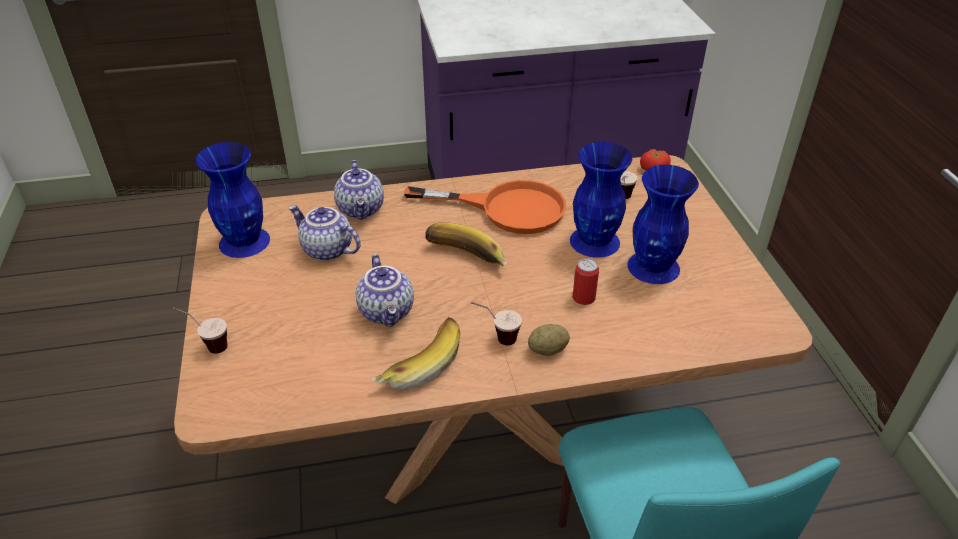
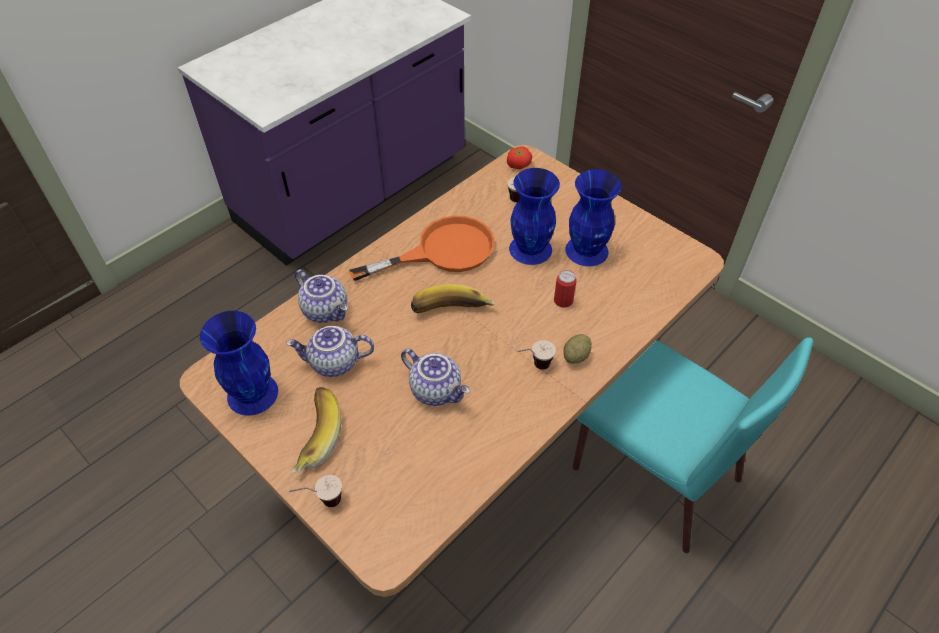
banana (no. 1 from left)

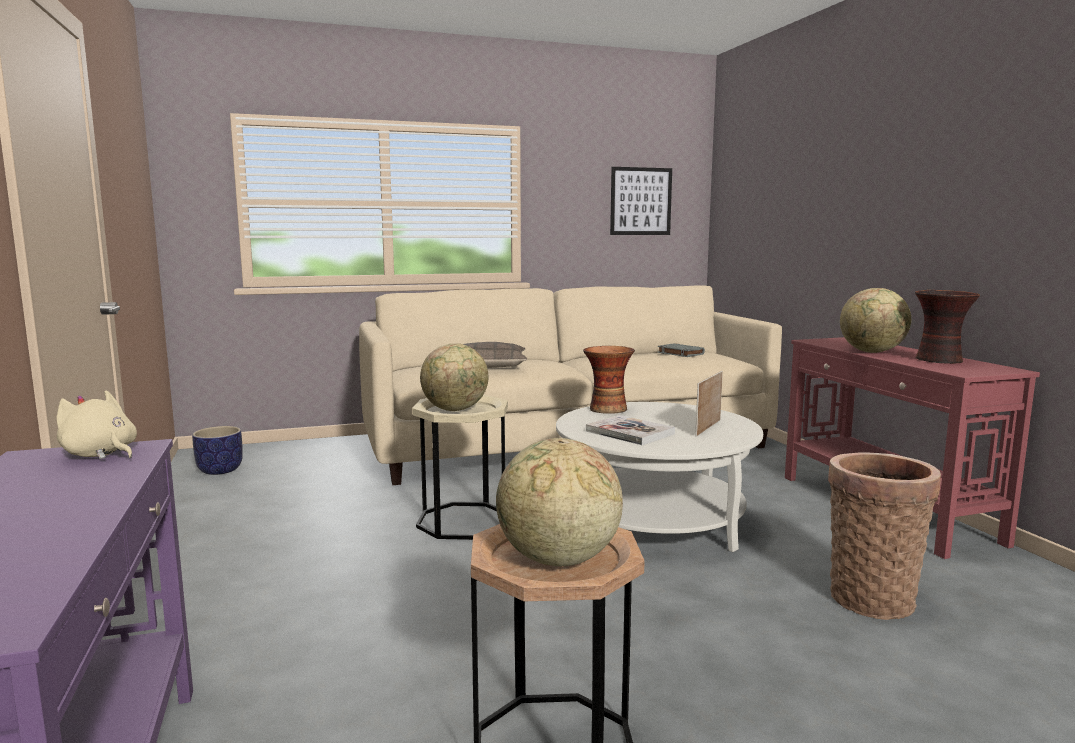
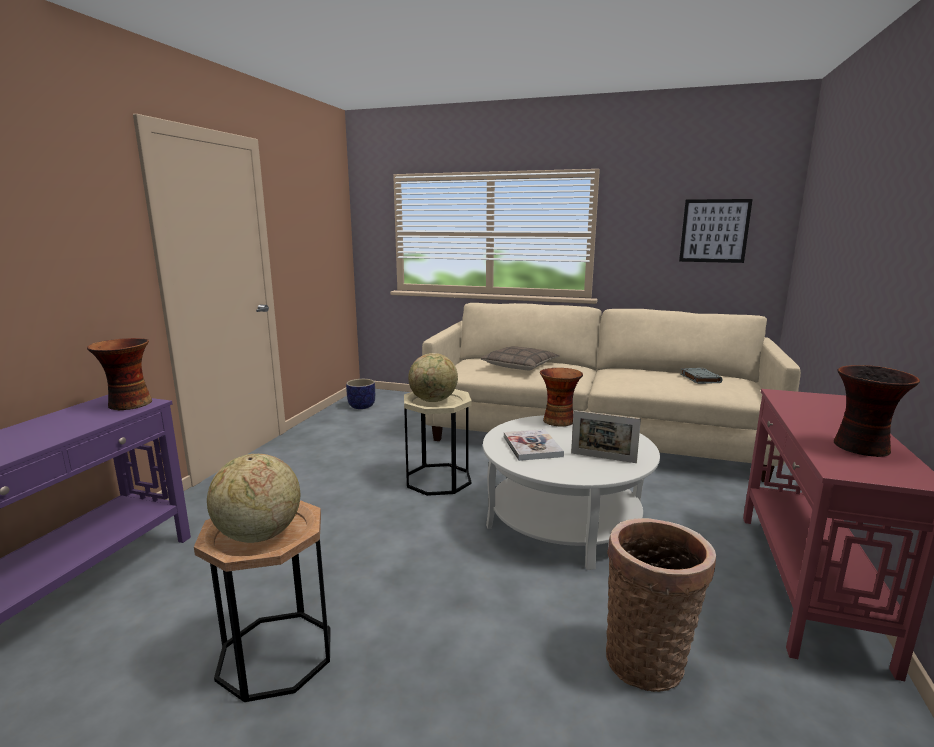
world_globe (no. 3 from left in the first image)
flower_vase (no. 1 from left)
standing_frame

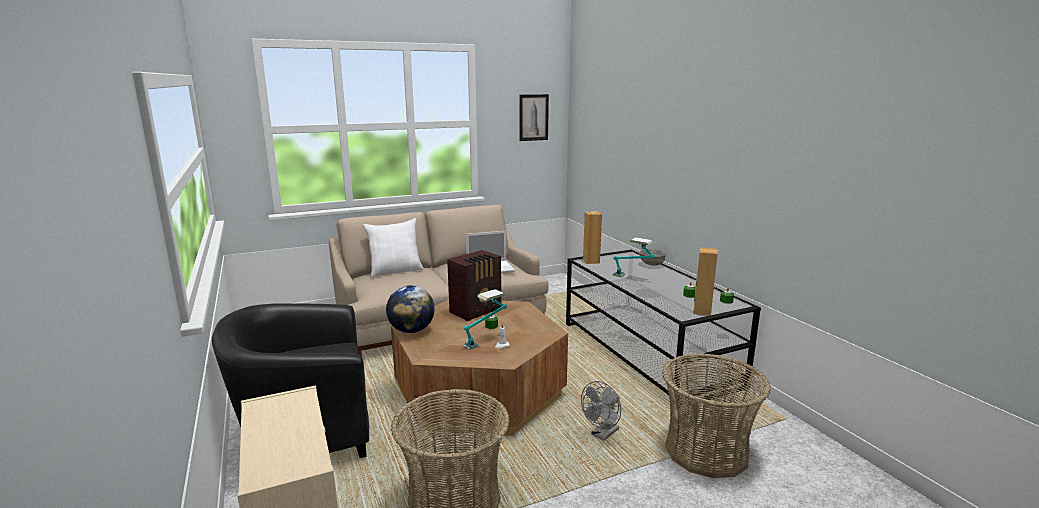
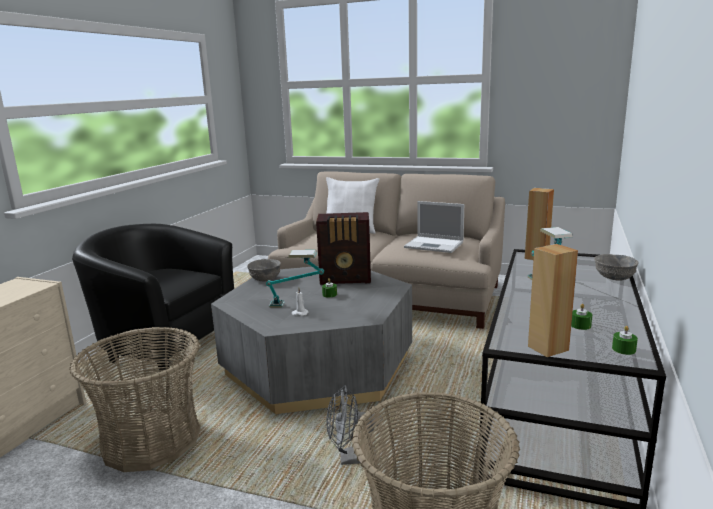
wall_art
gray_serving_bowl (no. 1 from left)
gray_coffee_table

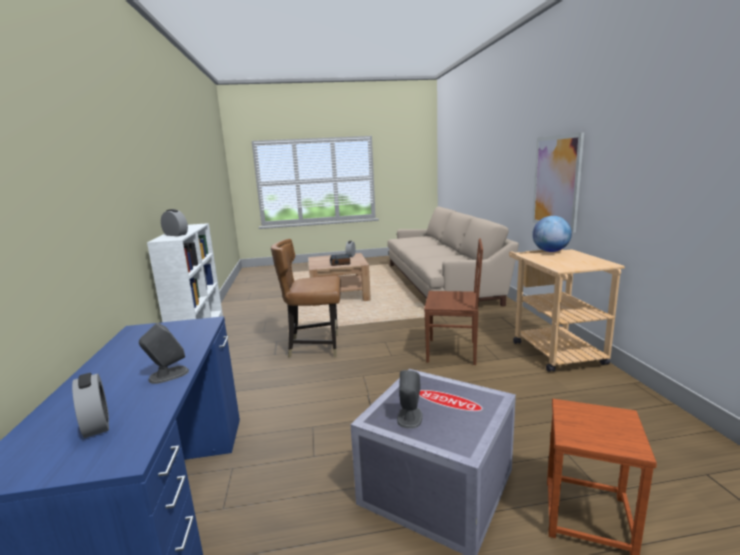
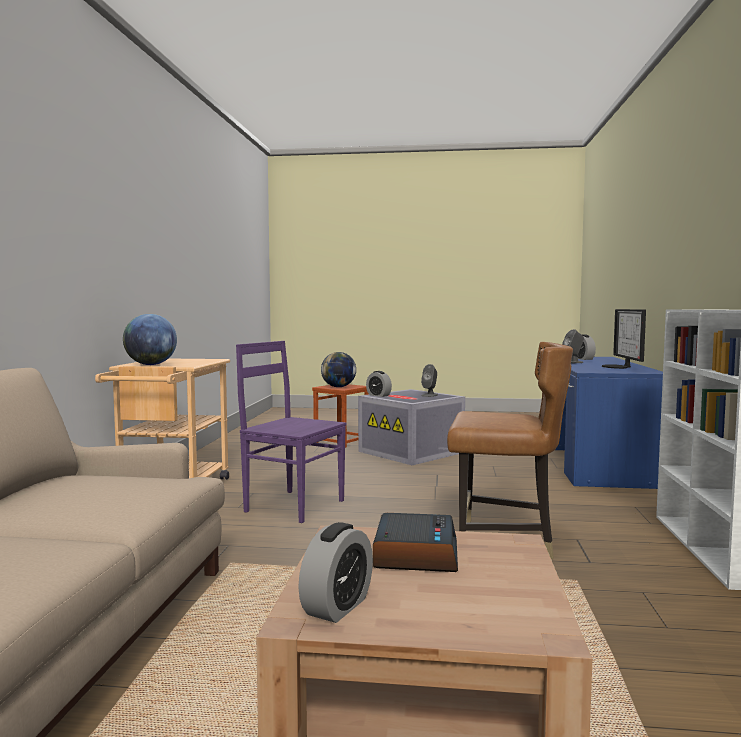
wall_art
world_globe (no. 2 from left)
computer_screen
table_clock (no. 2 from left)
purplish_upright_chair

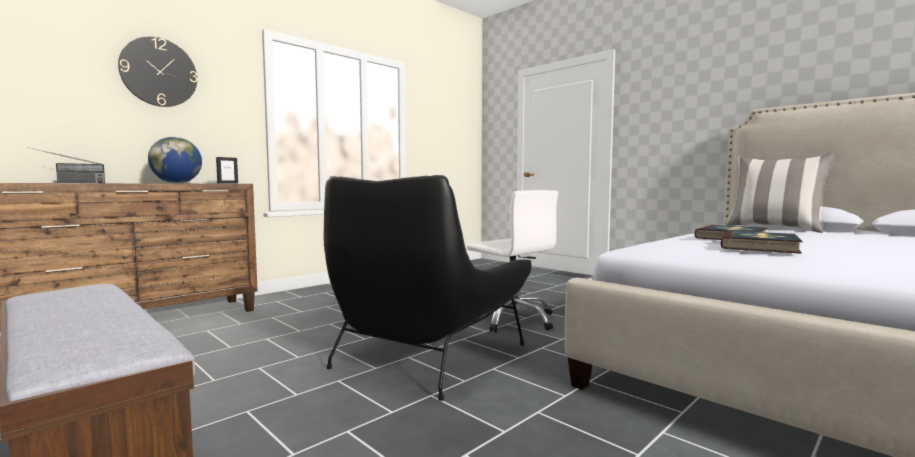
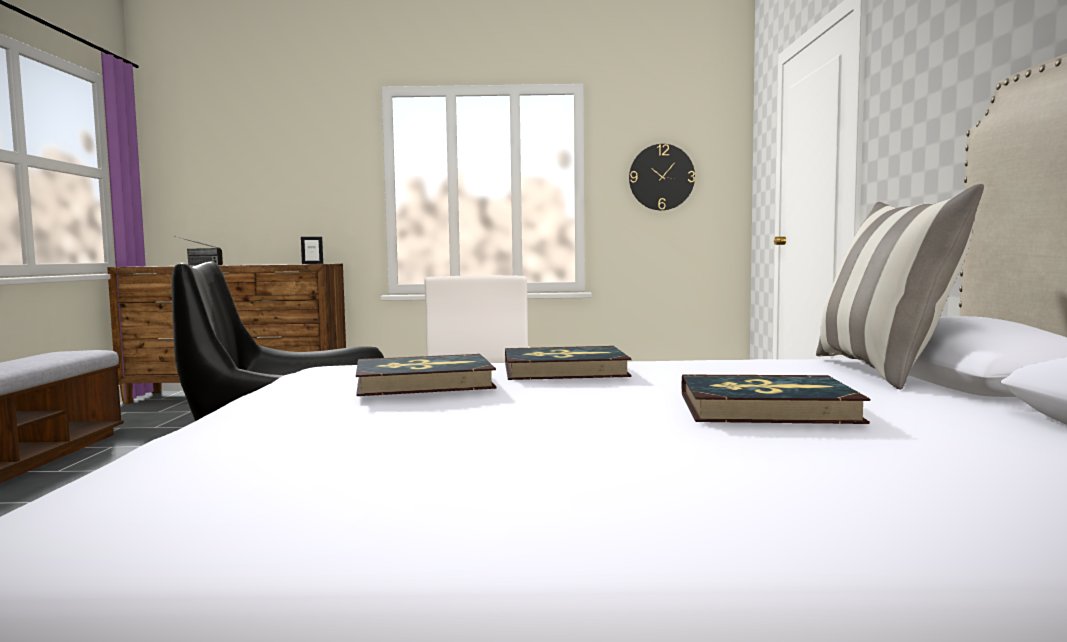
world_globe
volume (no. 3 from left)
clock_on_the_wall

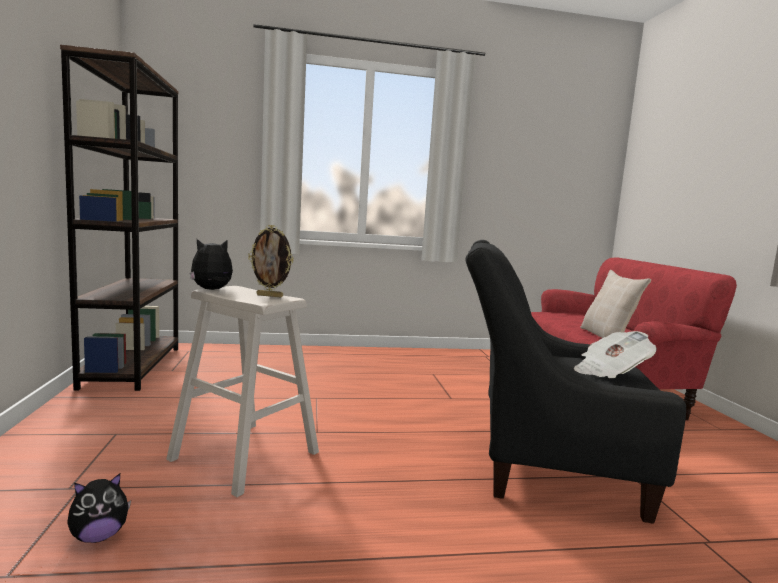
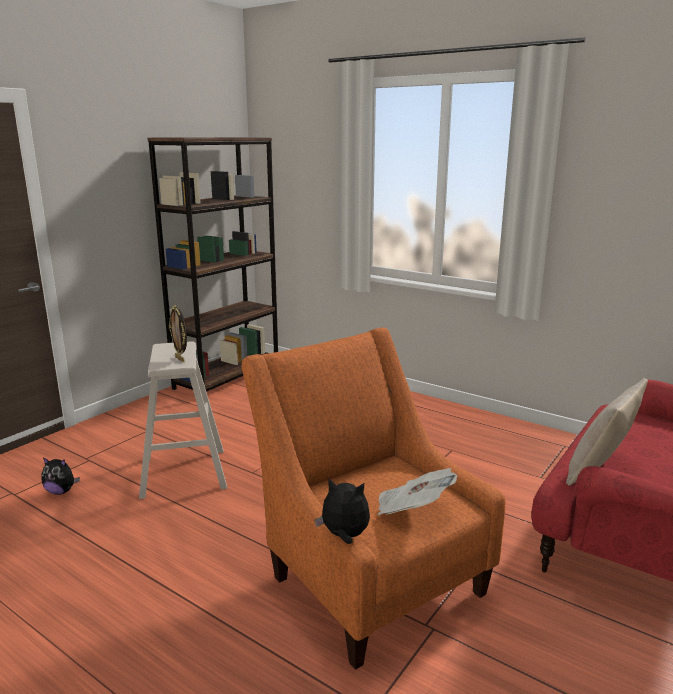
soft_toy (no. 2 from left)
orangey_armchair

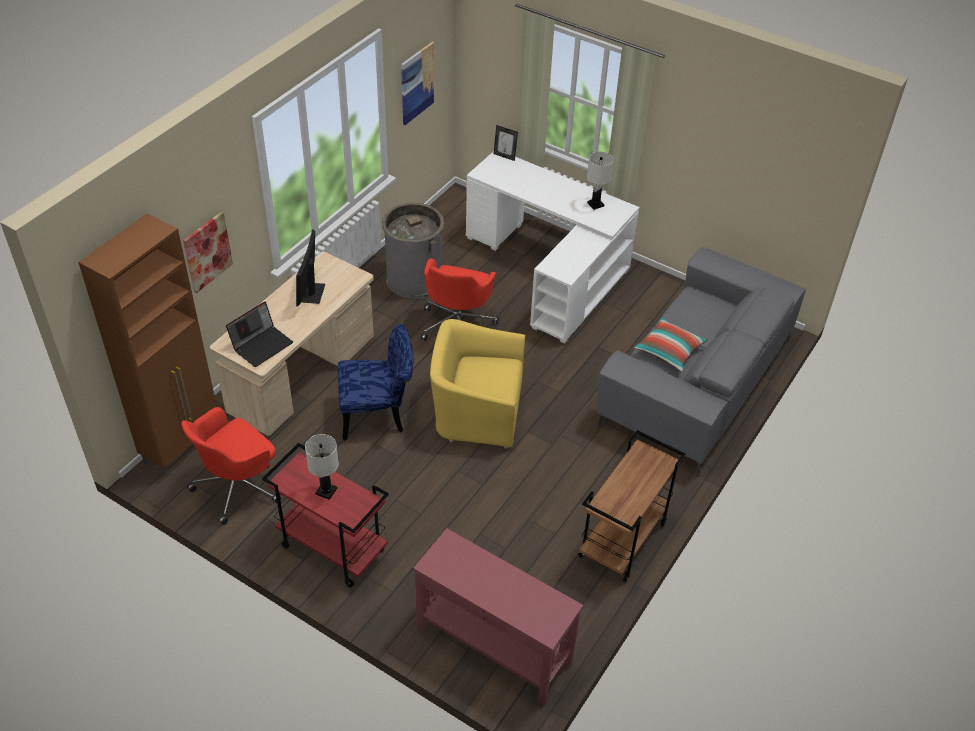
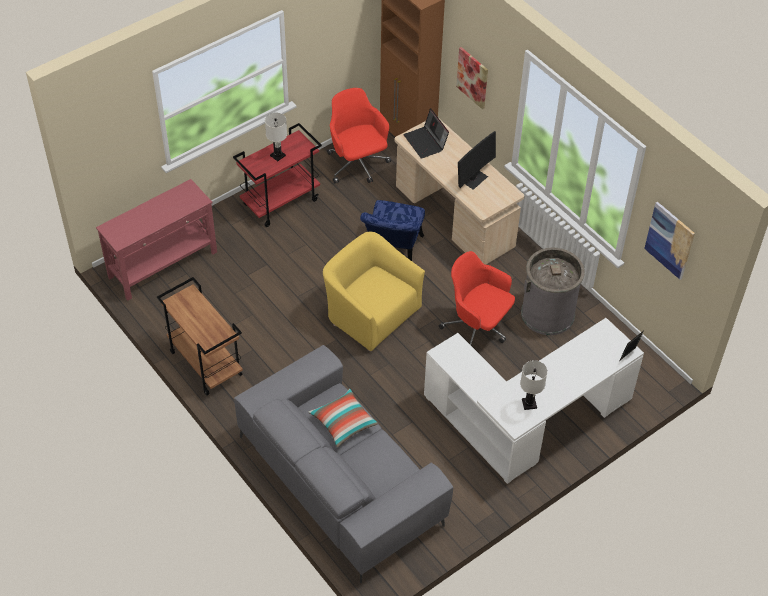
computer_screen
yellow_armchair

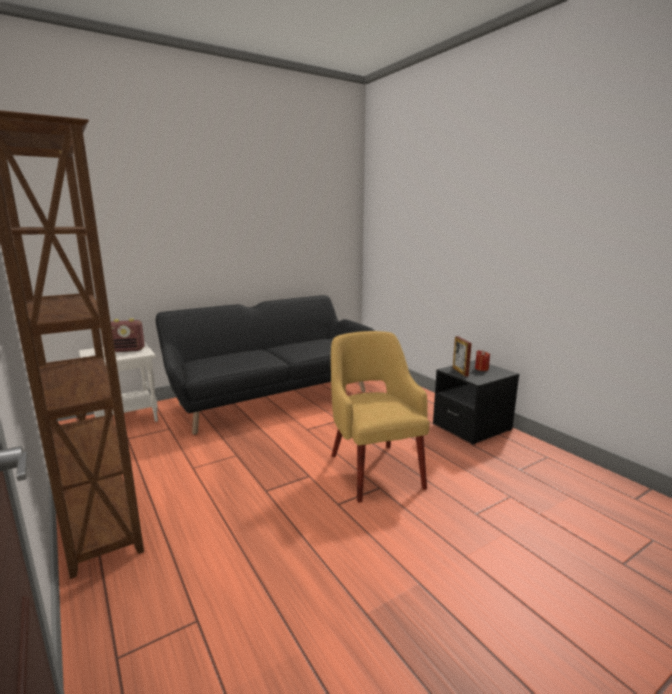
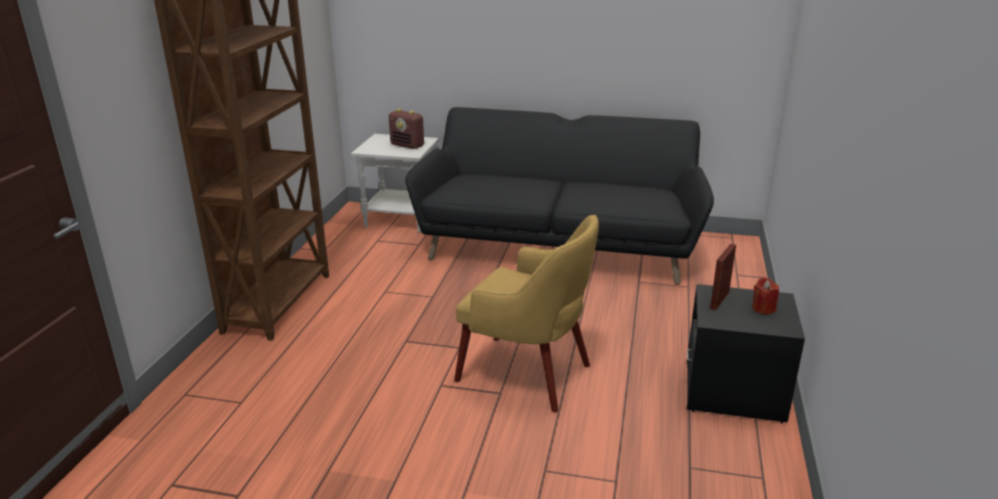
yellow_armchair

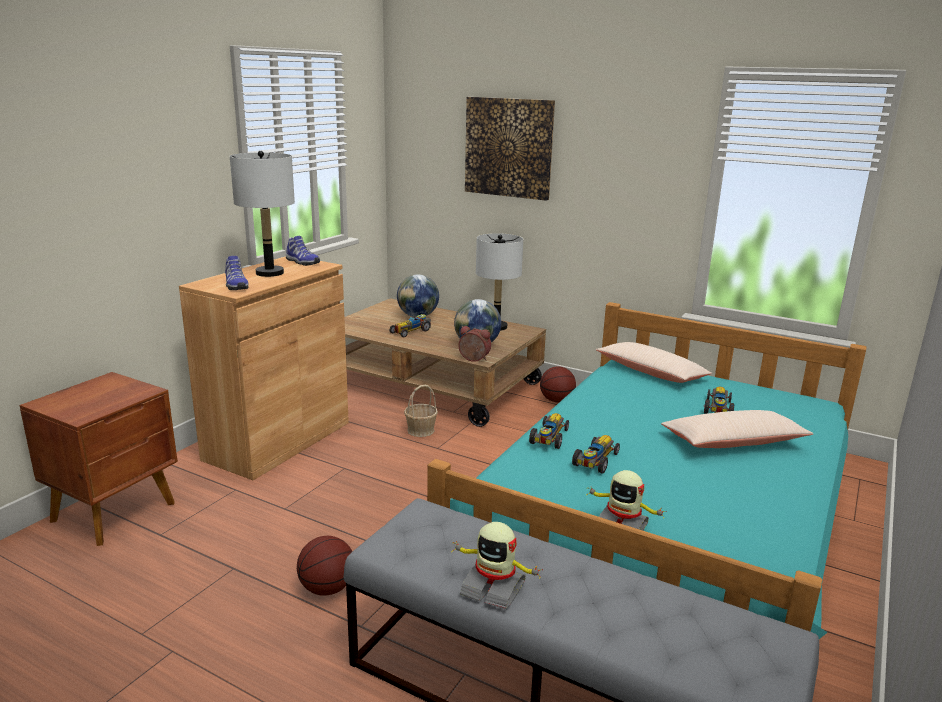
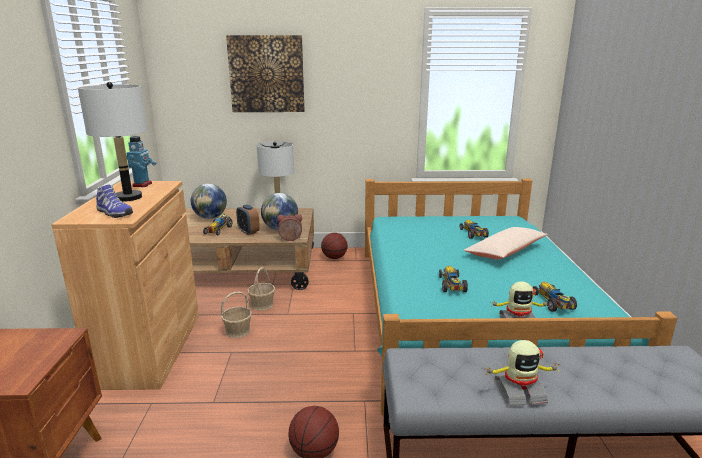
beige_throw_pillow (no. 1 from left in the first image)
basket (no. 1 from left)
table_clock (no. 1 from left)
model_car (no. 4 from left)
model_robot (no. 1 from left)

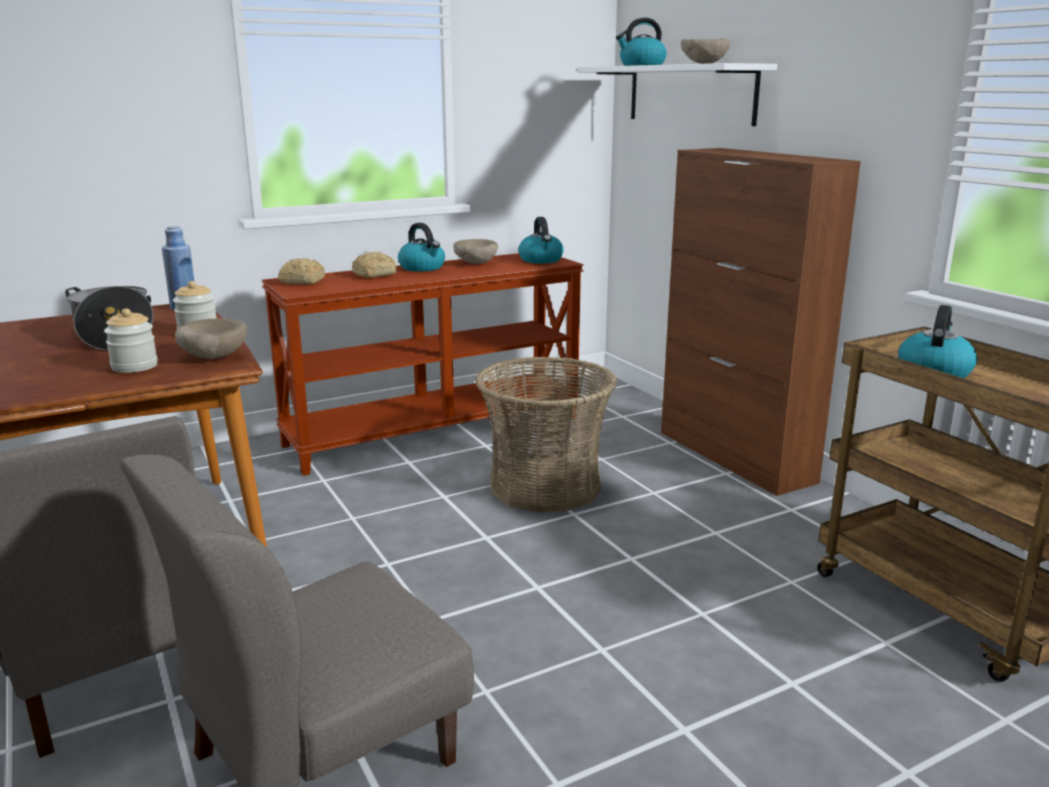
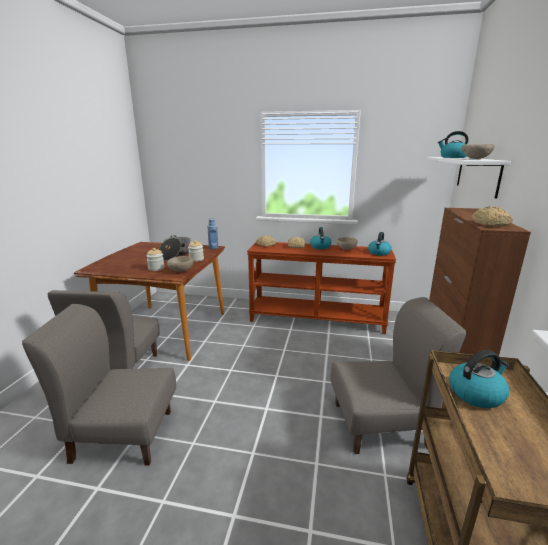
basket
gray_upright_chair (no. 3 from left)
bakery_bread (no. 3 from left)

